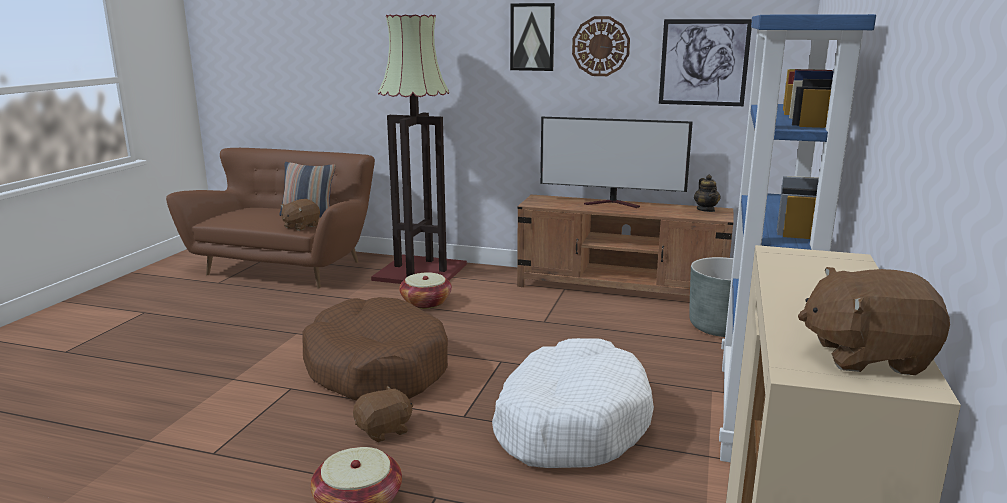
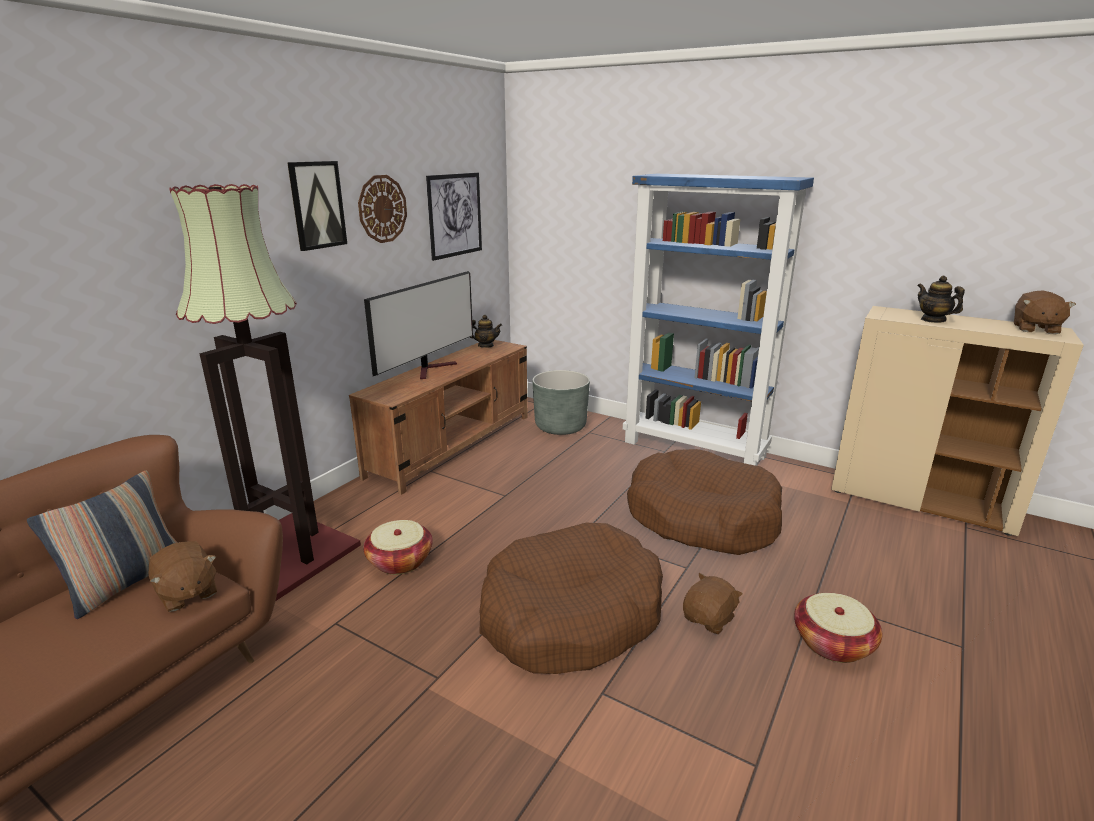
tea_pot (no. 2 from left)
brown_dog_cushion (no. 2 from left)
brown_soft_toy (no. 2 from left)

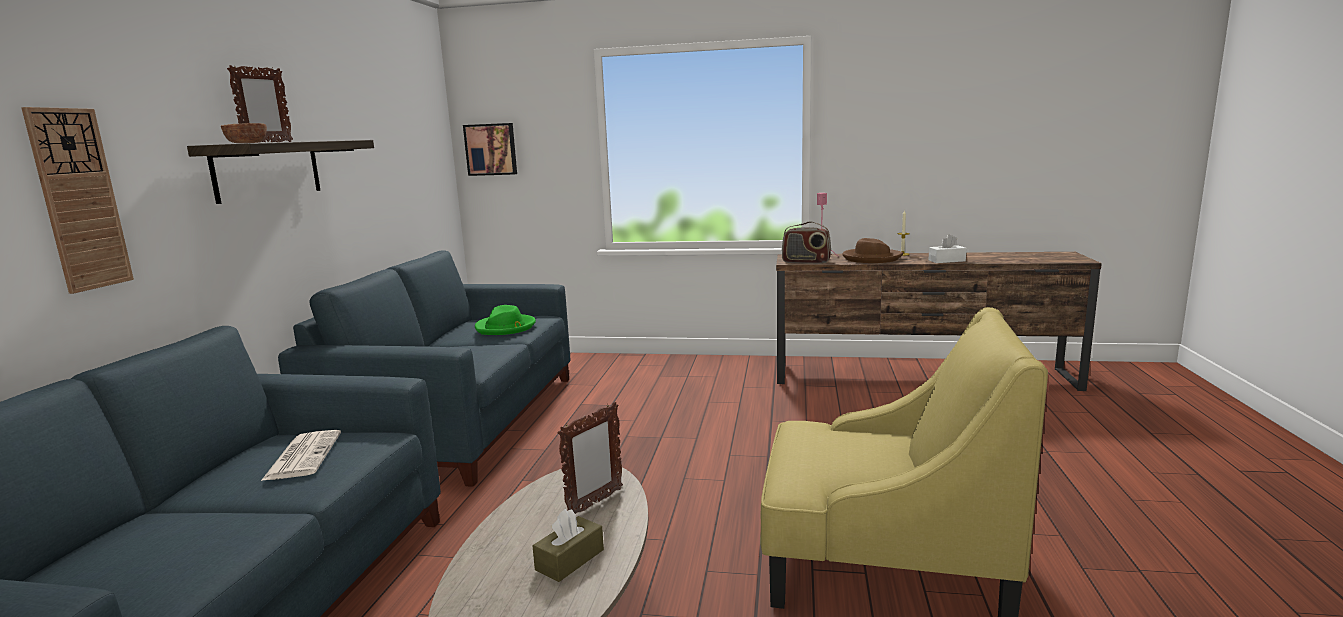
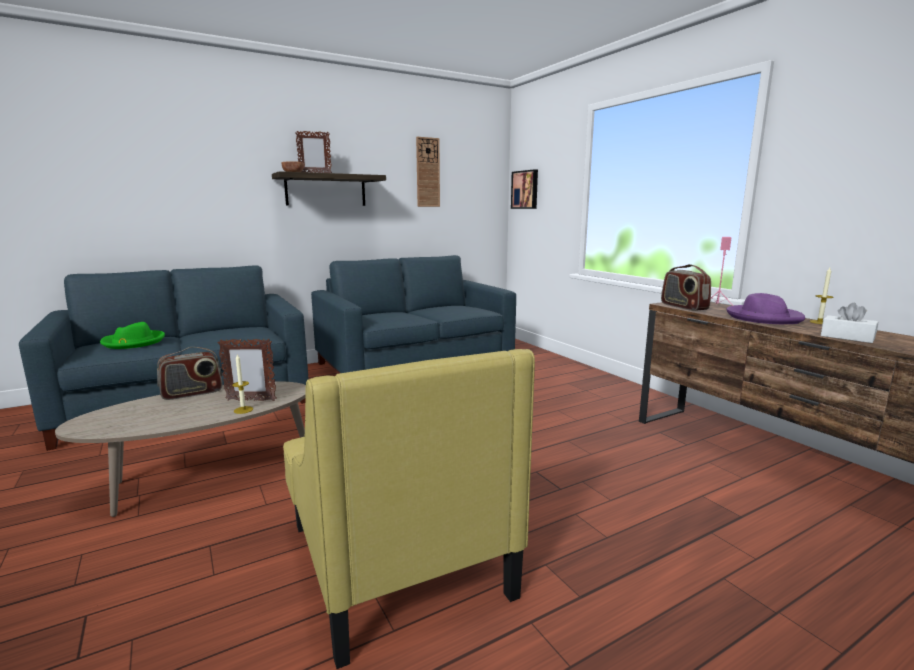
printed_paper
brown_box_of_tissues
radio_set (no. 1 from left)
candle (no. 1 from left)
clock_on_the_wall
greenish_clothing_hat
purplish_clothing_hat

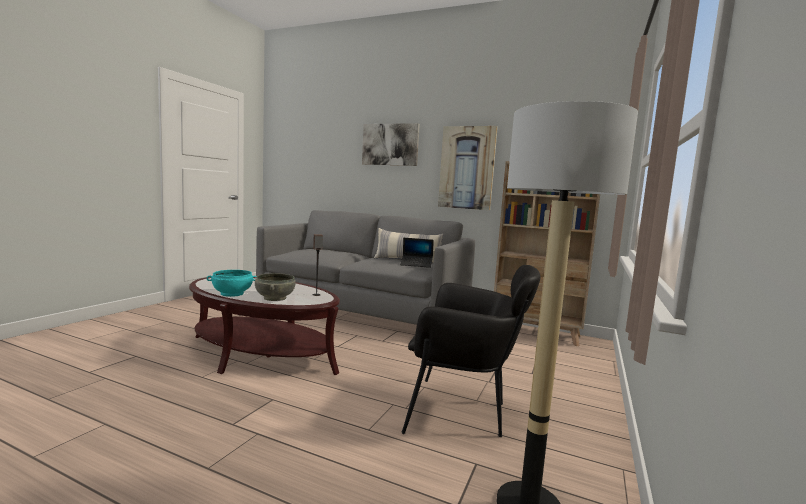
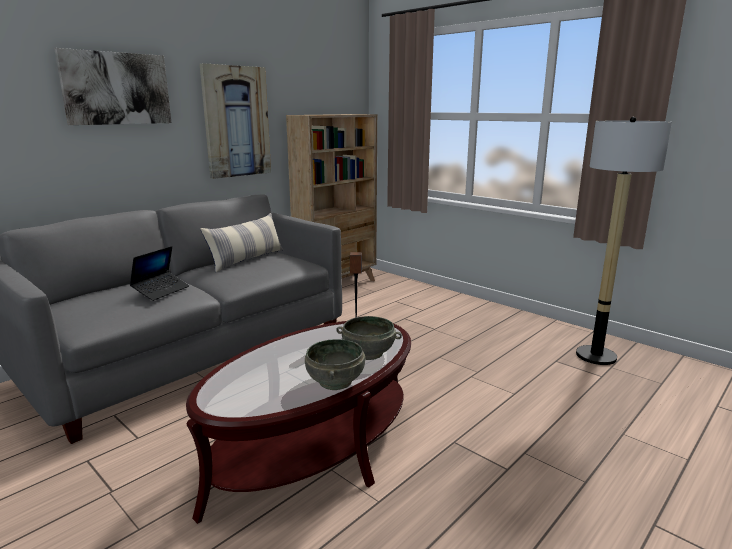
blackish_armchair
portable_computer
gray_serving_bowl (no. 1 from left)

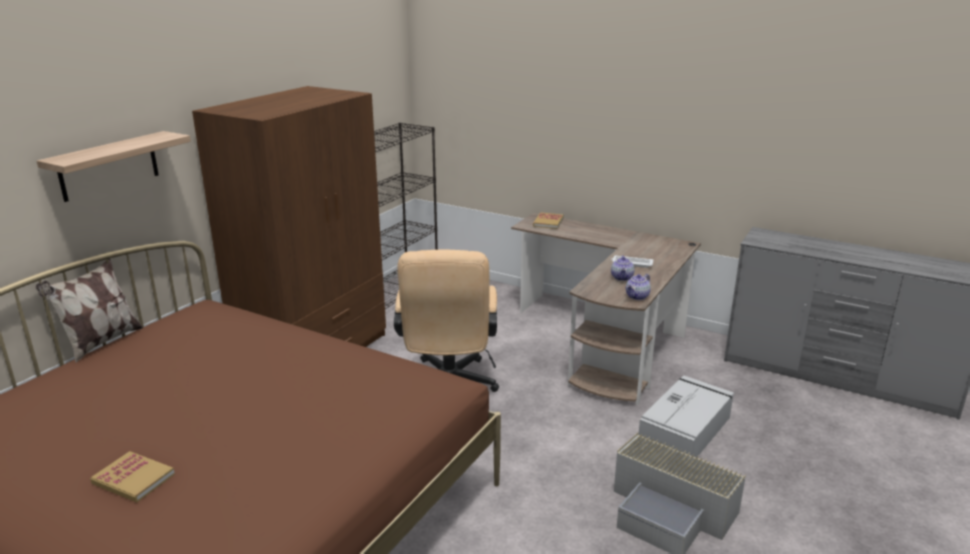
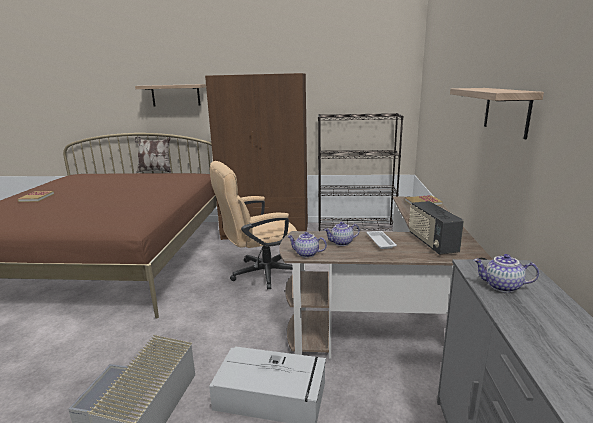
radio_set
shelf (no. 2 from left)
tea_pot (no. 3 from left)

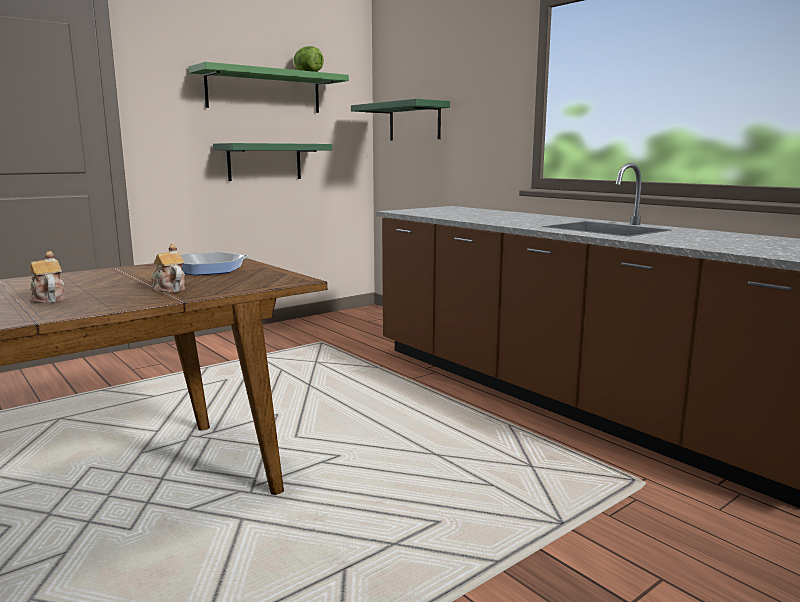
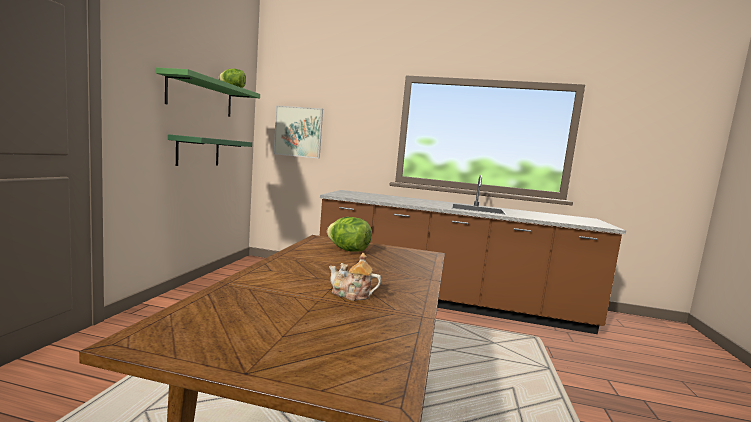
tea_pot (no. 2 from left in the first image)
head_of_lettuce (no. 2 from left)
wall_art

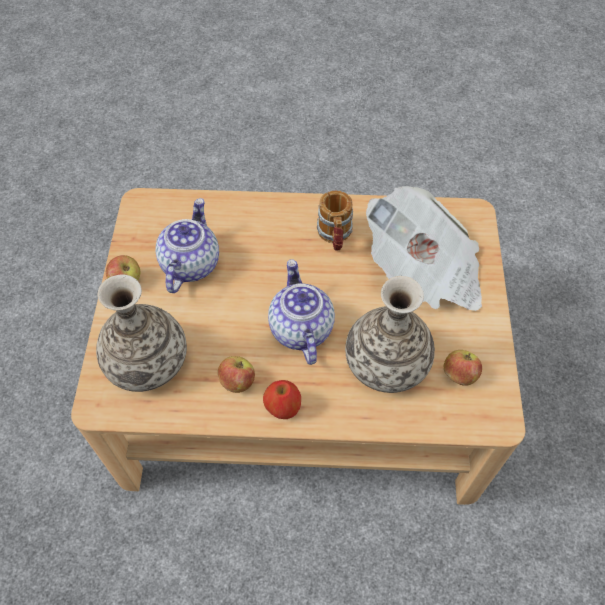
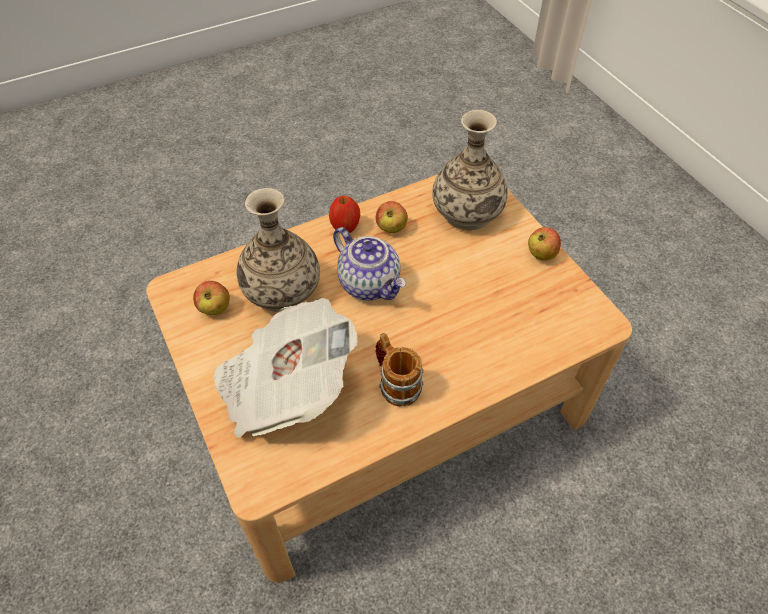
tea_pot (no. 1 from left in the first image)

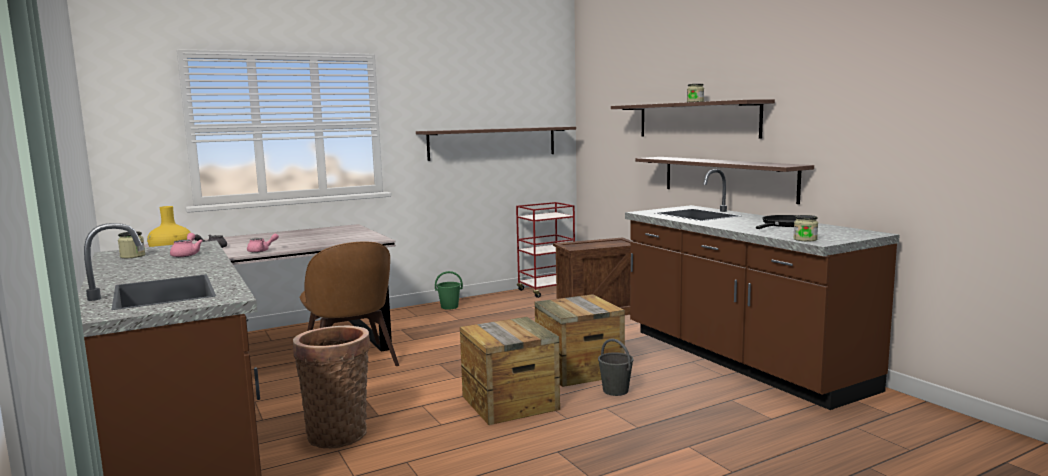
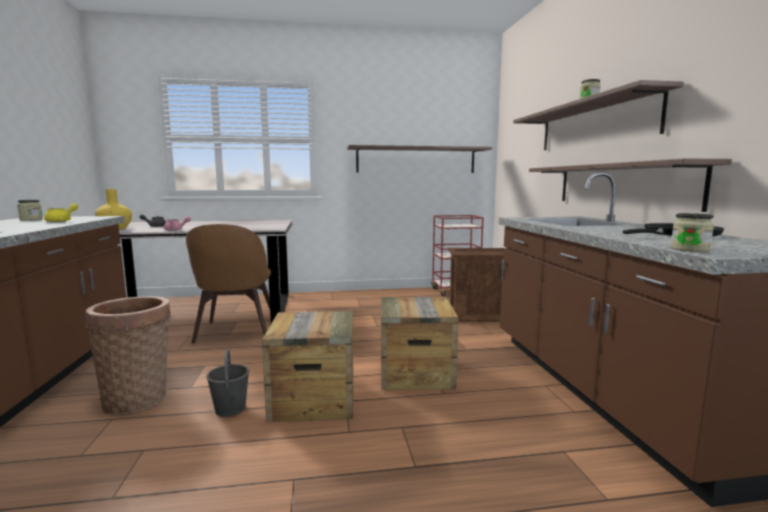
greenish_bucket
gray_bucket
yellow_tea_pot

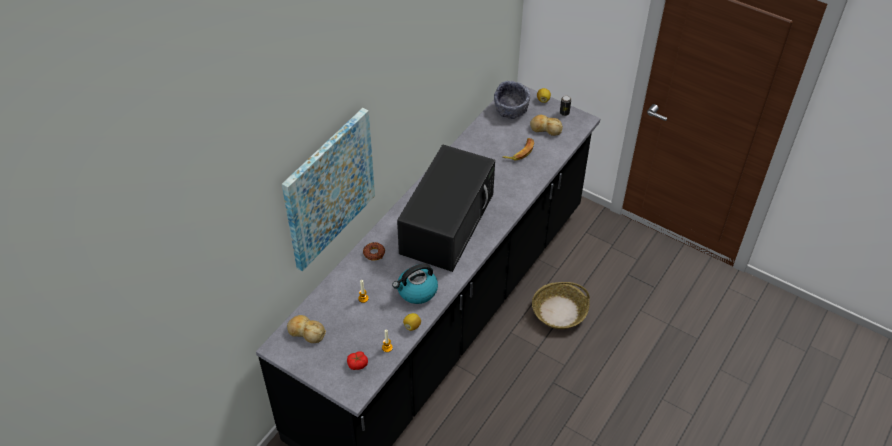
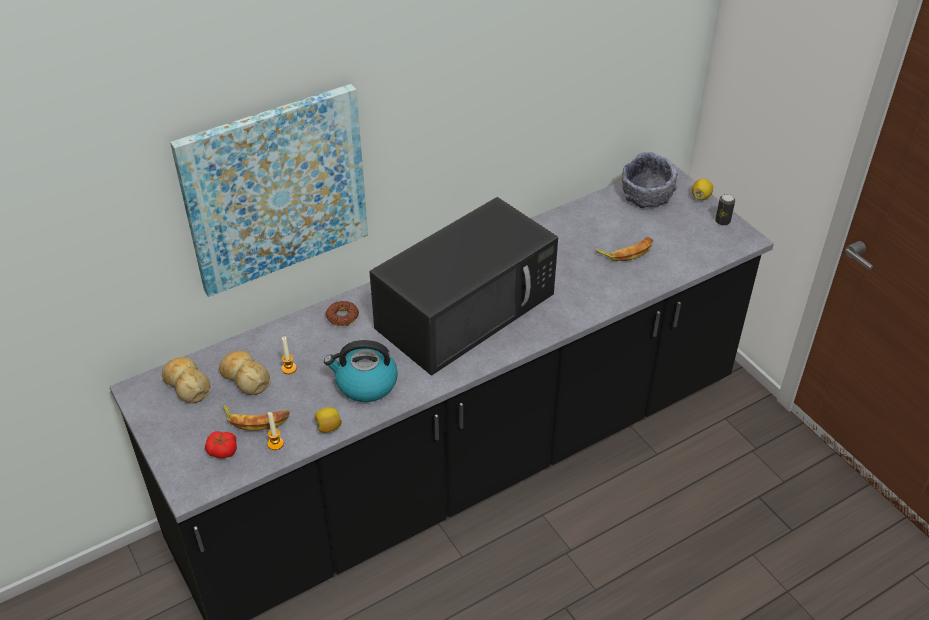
basket
banana (no. 1 from left)
bakery_bread (no. 2 from left)

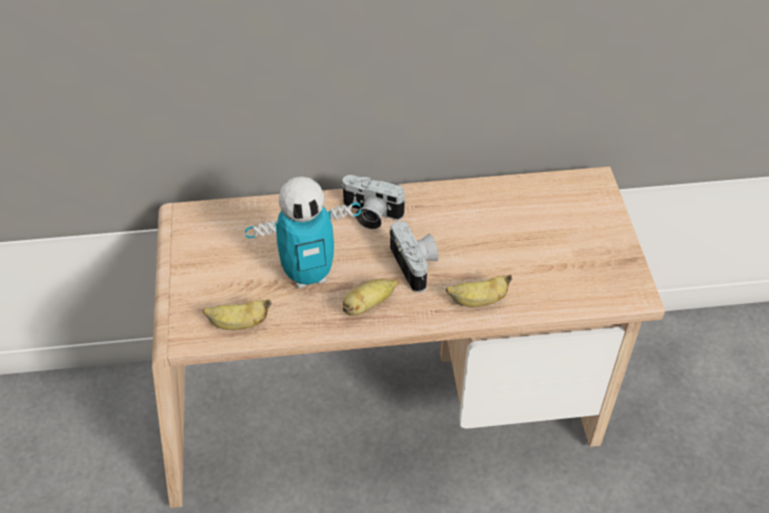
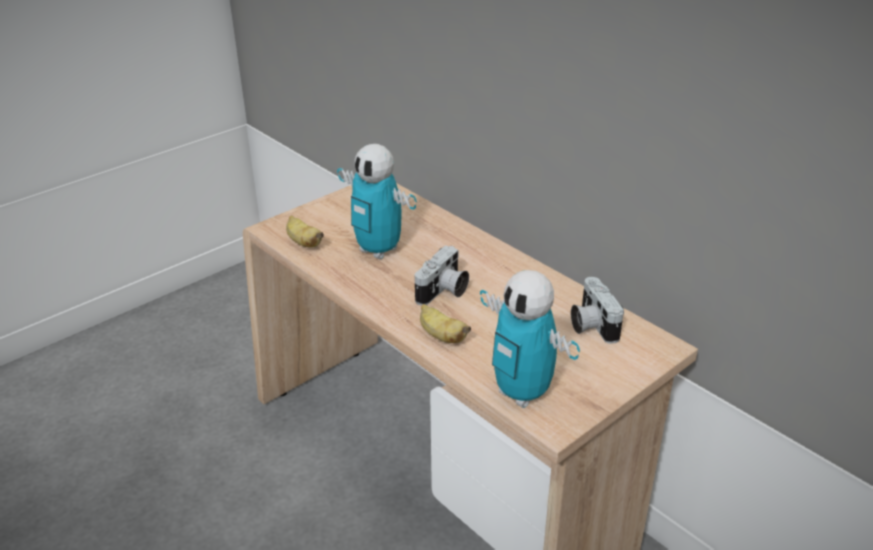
banana (no. 2 from left in the first image)
model_robot (no. 2 from left)
photo_camera (no. 2 from left)

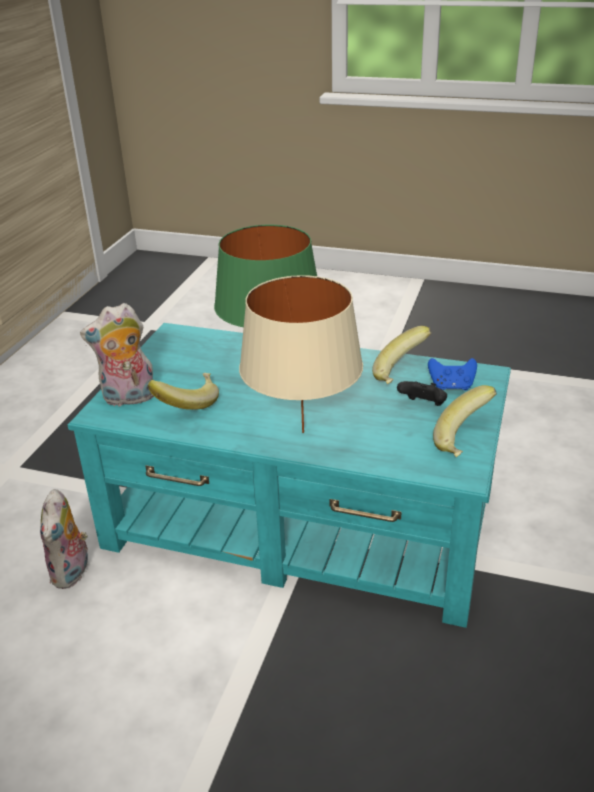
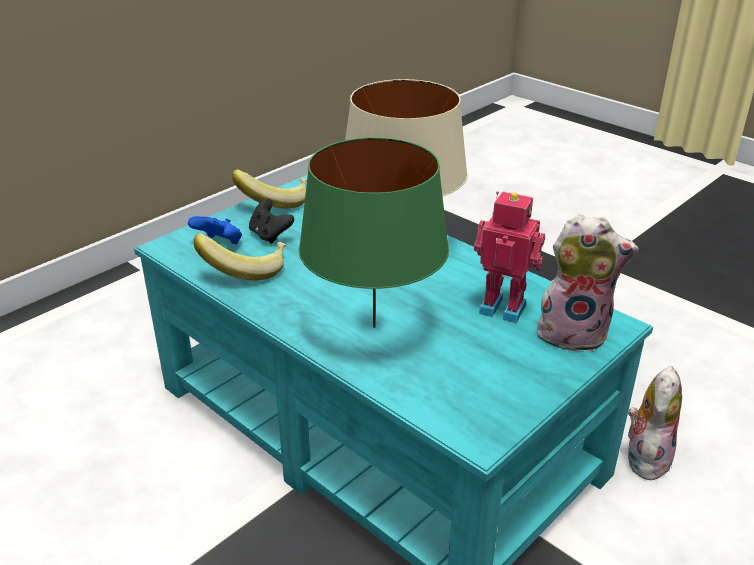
model_robot

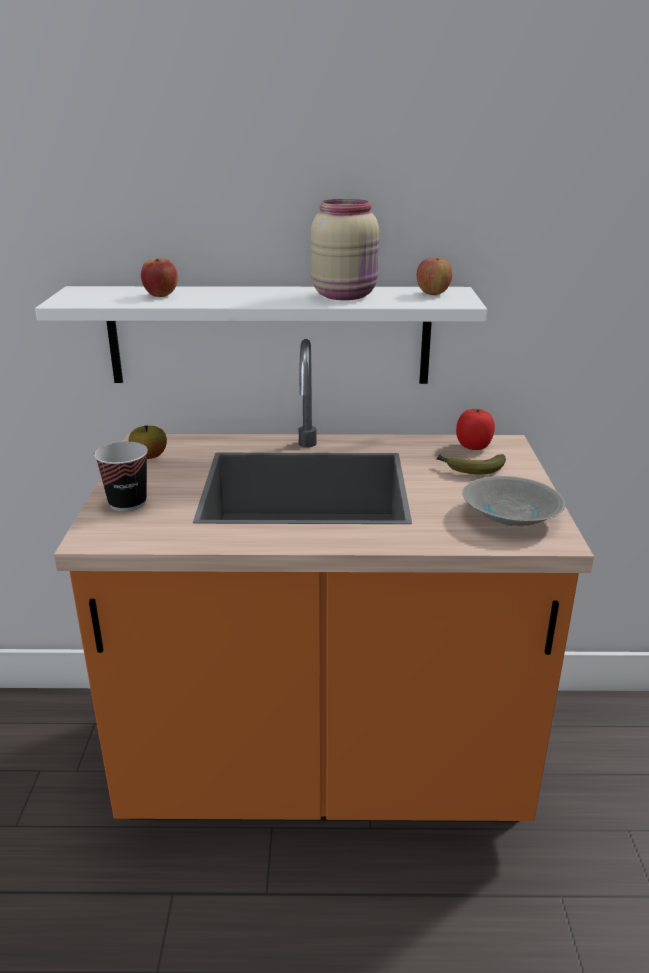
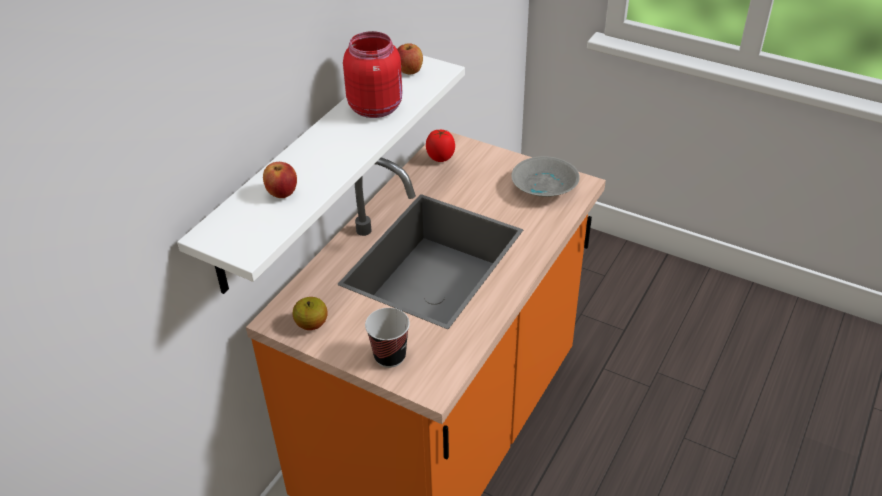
banana
red-coloured_jar

